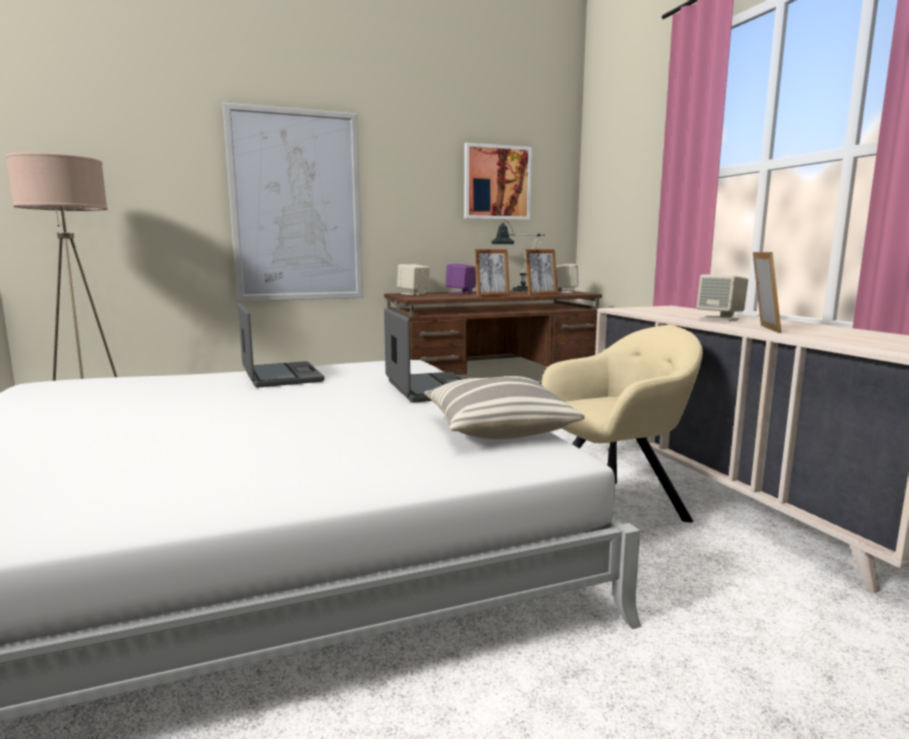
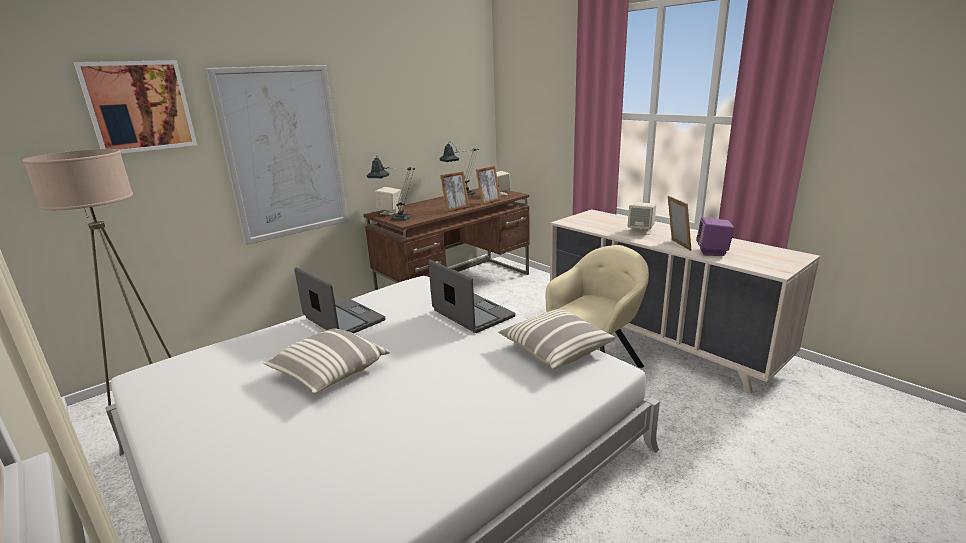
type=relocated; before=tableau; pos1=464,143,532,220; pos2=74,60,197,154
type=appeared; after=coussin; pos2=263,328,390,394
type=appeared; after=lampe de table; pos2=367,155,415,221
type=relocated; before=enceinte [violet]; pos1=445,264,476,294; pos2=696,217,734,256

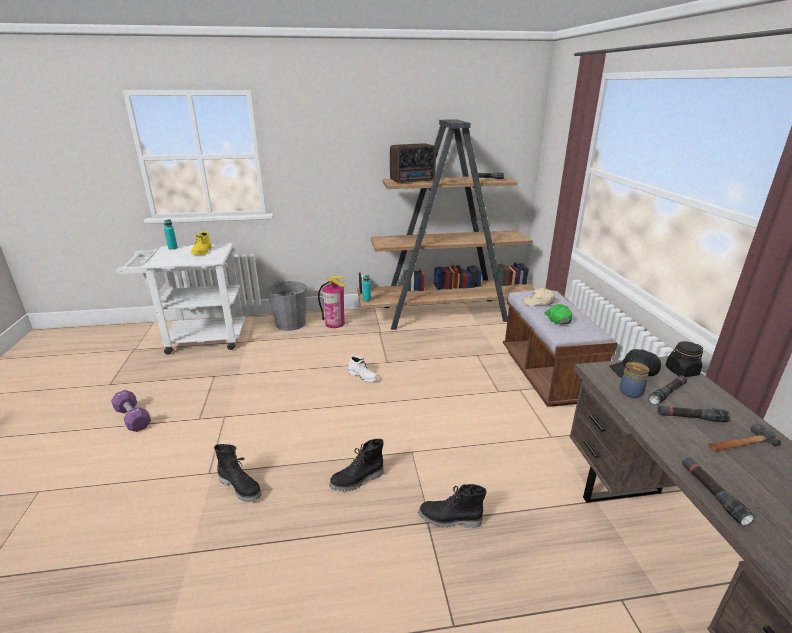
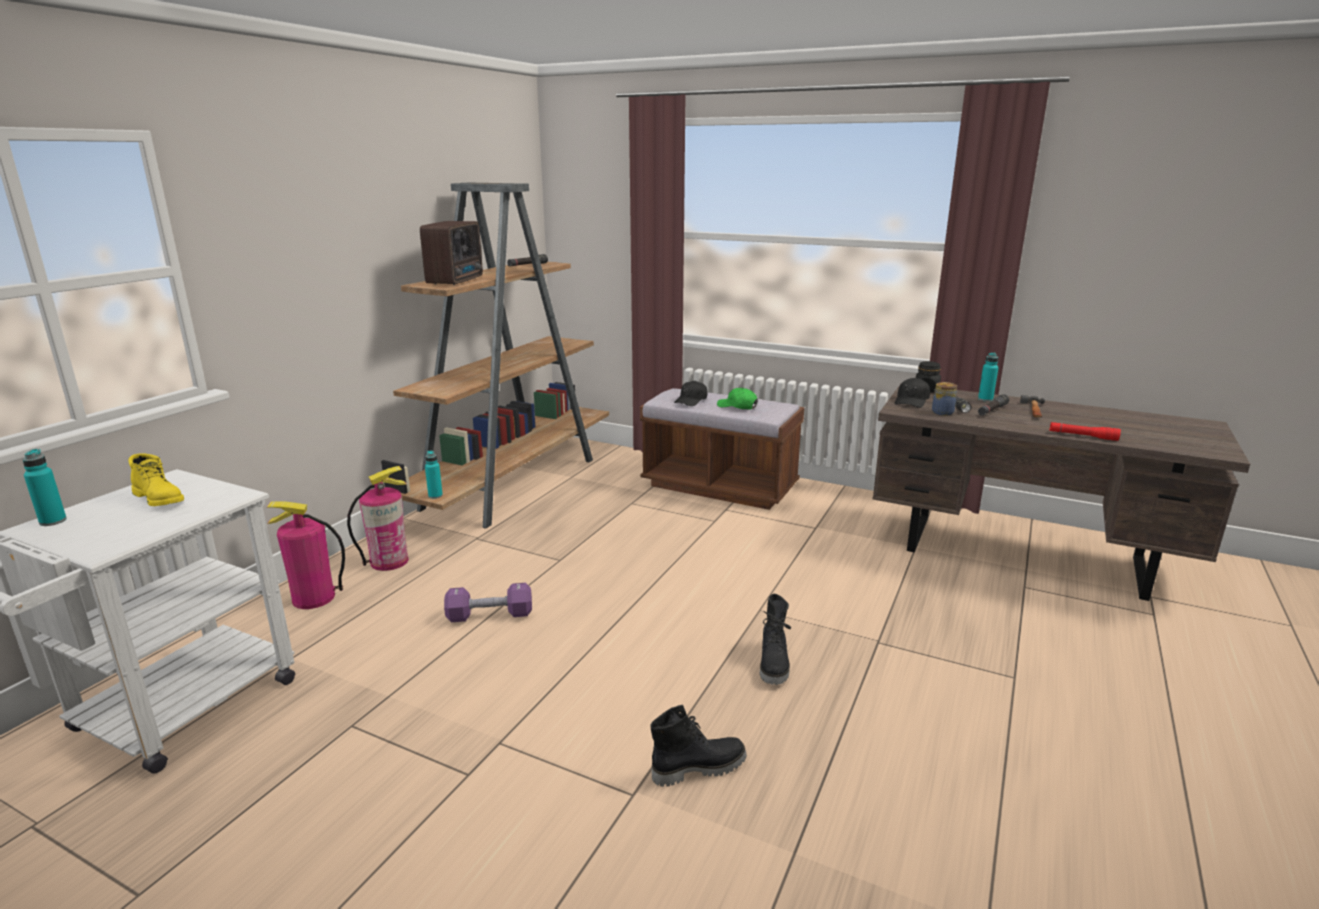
type=exchanged; before=seau [gris]; after=extincteur; pos1=267,281,307,331; pos2=267,501,345,609
type=relocated; before=haltère [violet]; pos1=111,390,151,432; pos2=444,583,532,622
type=colour; before=casquette [beige]; after=casquette [noir]; pos1=522,288,555,306; pos2=674,381,707,406
type=appeared; after=bouteille [turquoise]; pos2=978,352,999,402
type=colour; before=lampe de poche [noir]; after=lampe de poche [rouge]; pos1=682,457,755,526; pos2=1049,422,1121,441
type=missing; before=botte [blanc]; pos1=348,356,378,382
type=missing; before=botte [noir]; pos1=418,484,486,528

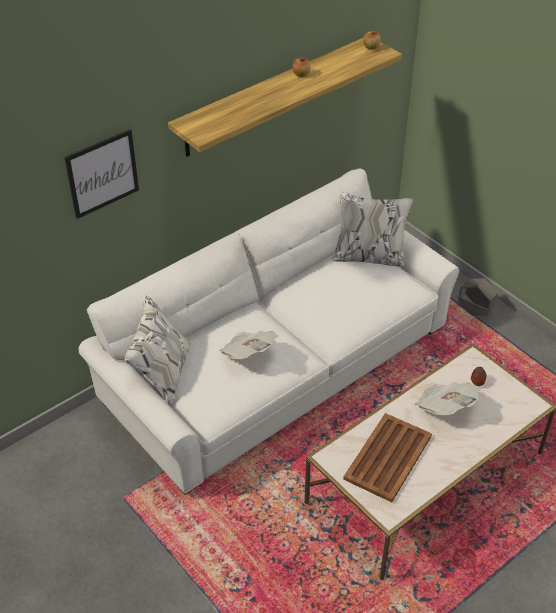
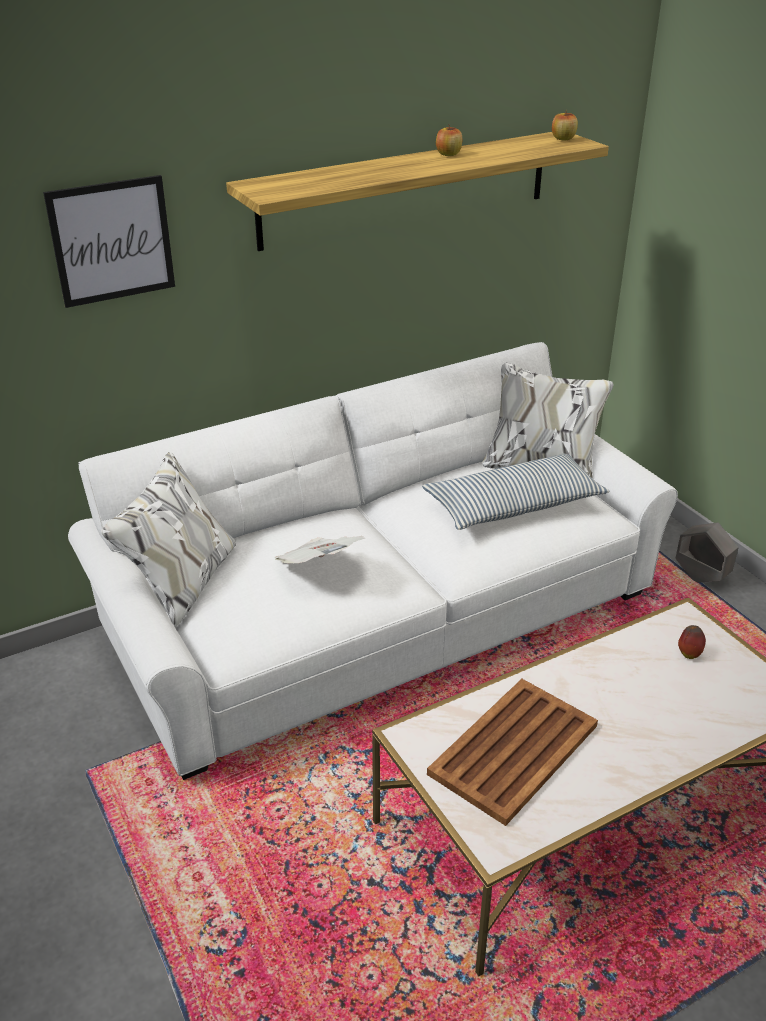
type=appeared; after=coussin; pos2=422,454,609,530
type=missing; before=journal; pos1=415,382,481,415

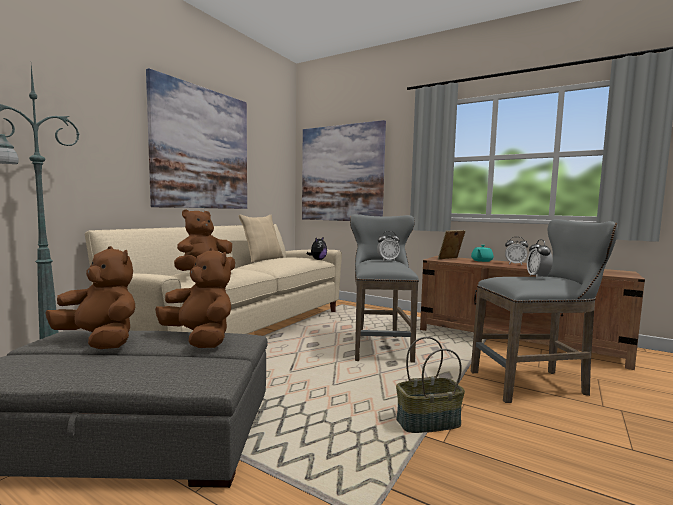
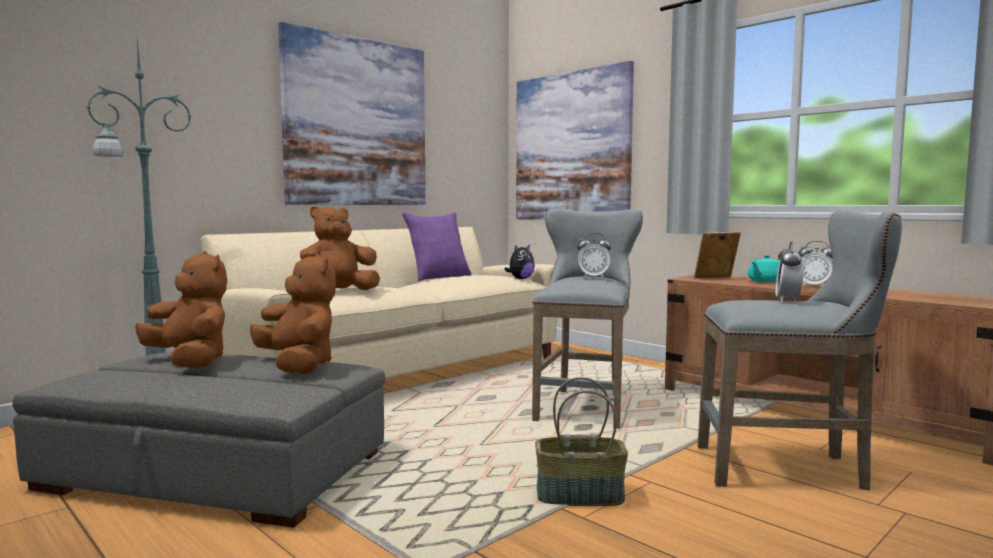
type=colour; before=coussin [beige]; after=coussin [violet]; pos1=238,214,284,263; pos2=402,212,472,281

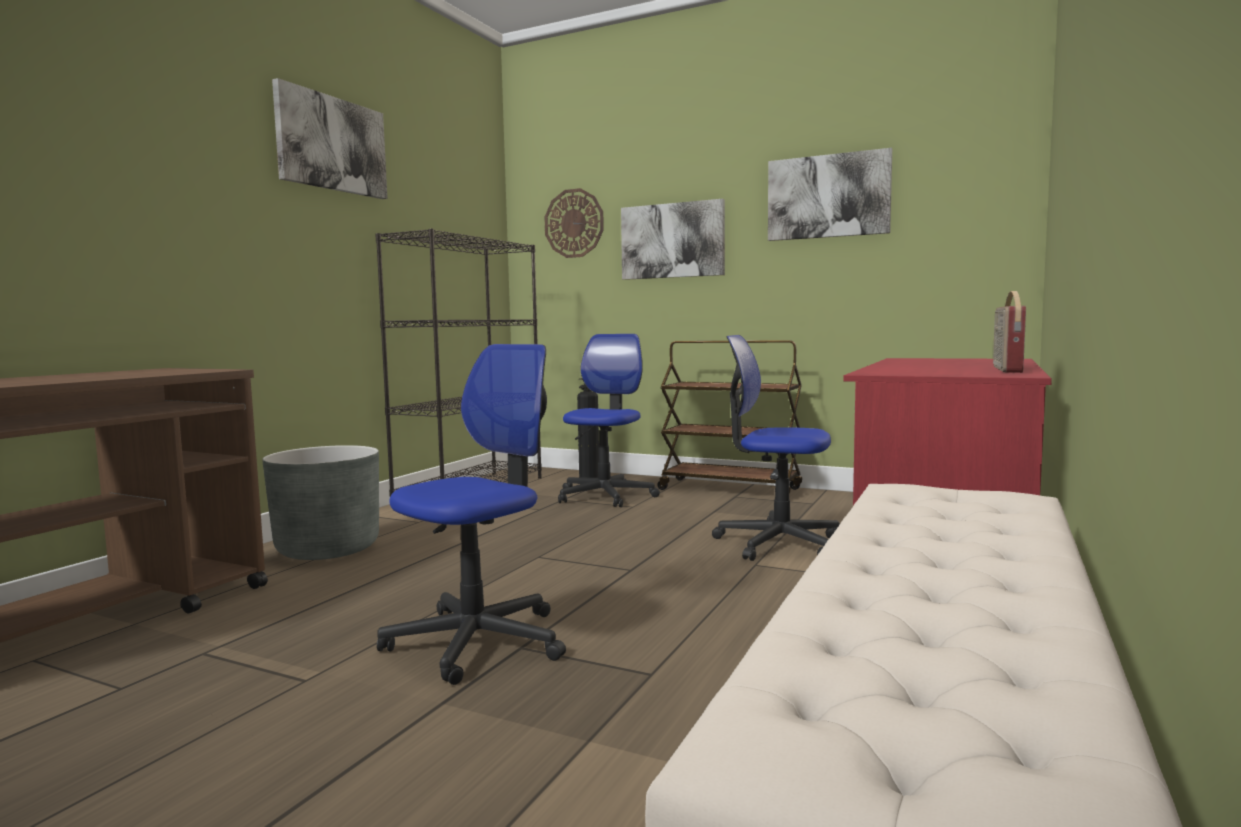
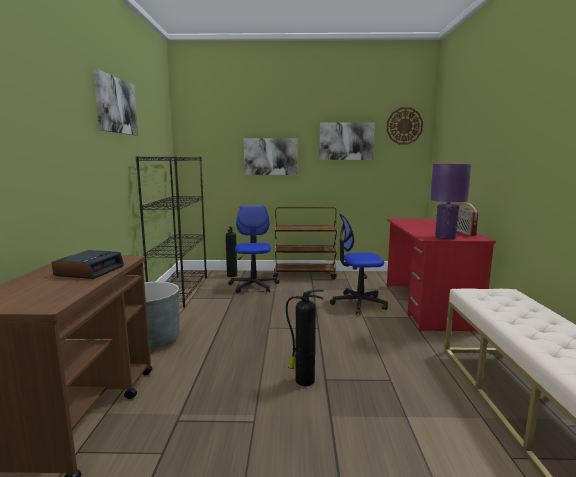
type=appeared; after=réveil; pos2=52,250,124,279
type=exchanged; before=chaise de bureau; after=extincteur; pos1=377,344,566,685; pos2=286,289,324,386
type=relocated; before=horloge murale; pos1=544,188,604,258; pos2=387,107,423,145
type=appeared; after=lampe de table [violet]; pos2=430,164,471,239

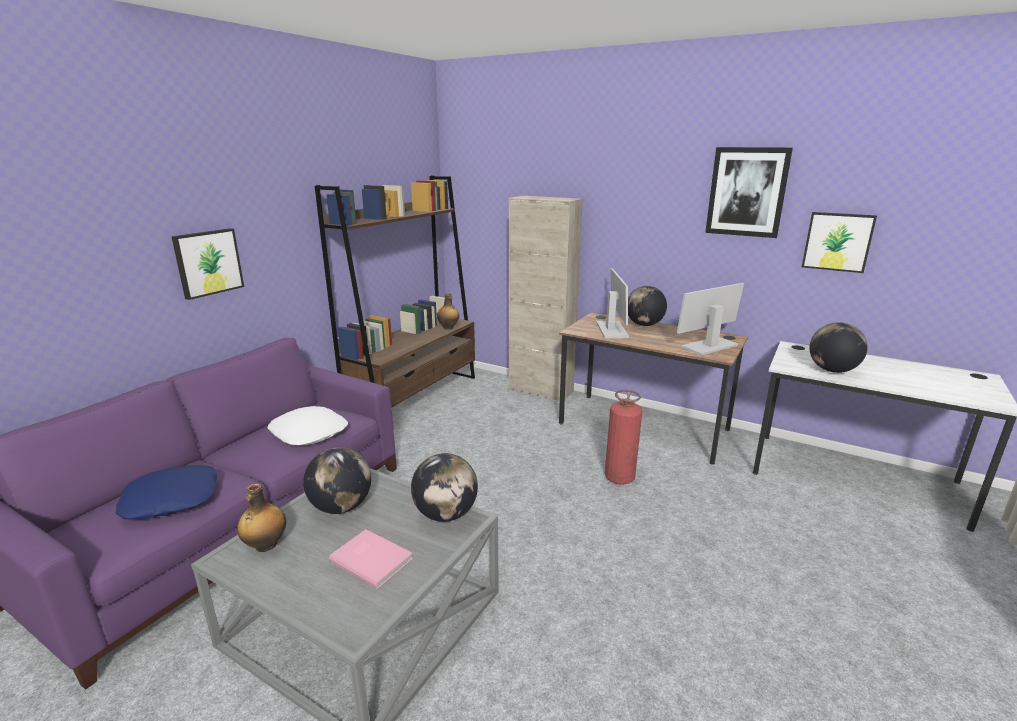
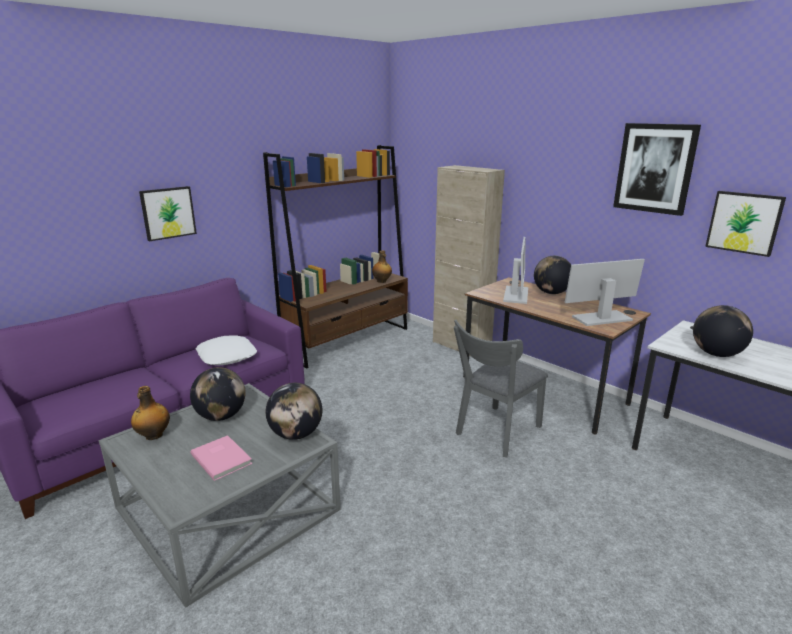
type=exchanged; before=extincteur; after=chaise [gris]; pos1=605,390,642,484; pos2=454,320,548,457
type=missing; before=coussin [bleu]; pos1=116,465,217,519

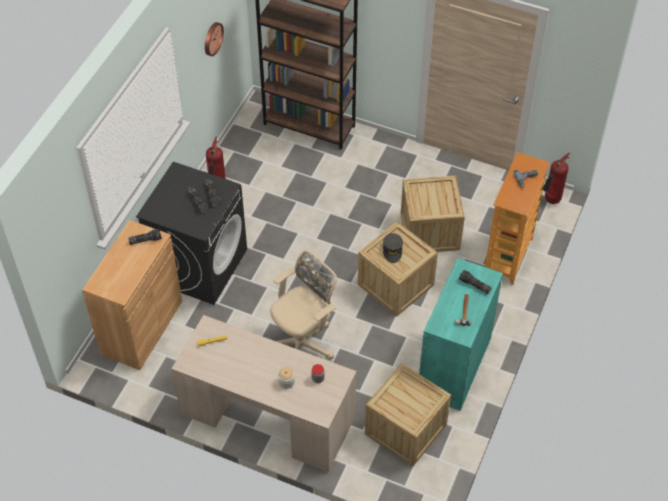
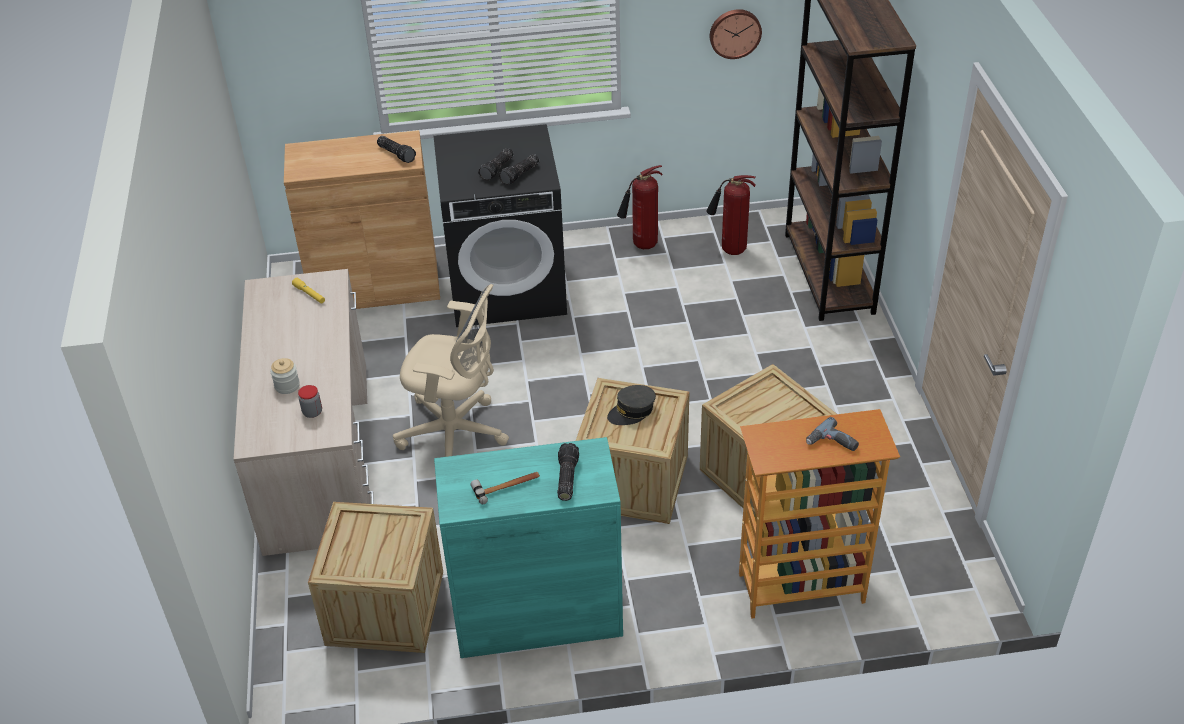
type=relocated; before=extincteur; pos1=543,153,570,204; pos2=707,175,756,255

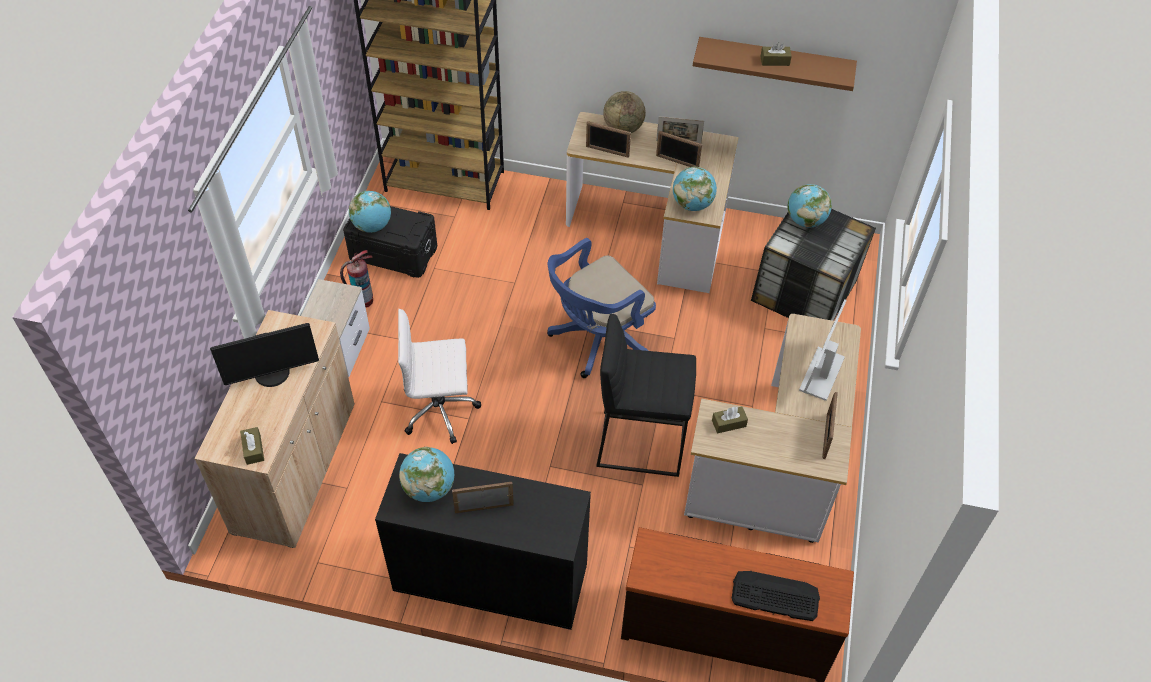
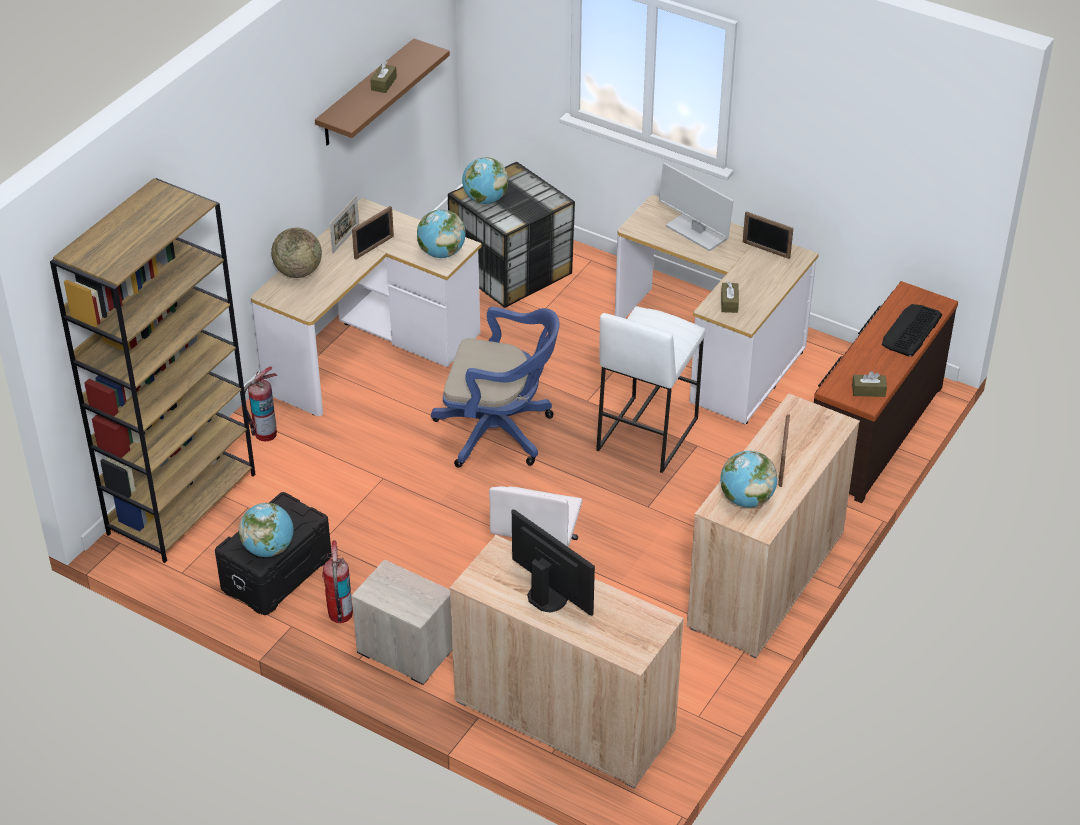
type=appeared; after=extincteur; pos2=244,367,277,441
type=spun; before=chaise de bureau [bleu]; pos1=547,238,656,378; pos2=431,307,559,468; turn=-60
type=spun; before=écran d'ordinateur; pos1=210,323,319,387; pos2=512,509,595,616; turn=-45
type=colour; before=tabouret [noir]; after=tabouret [blanc]; pos1=596,314,696,477; pos2=596,306,705,473
type=colour; before=meuble de rangement [noir]; after=meuble de rangement [beige]; pos1=375,453,591,630; pos2=687,393,860,658
type=relocated; before=boîte à mouchoirs [marron]; pos1=240,427,264,465; pos2=852,371,887,397
type=missing; before=cadre photo; pos1=586,121,631,158

